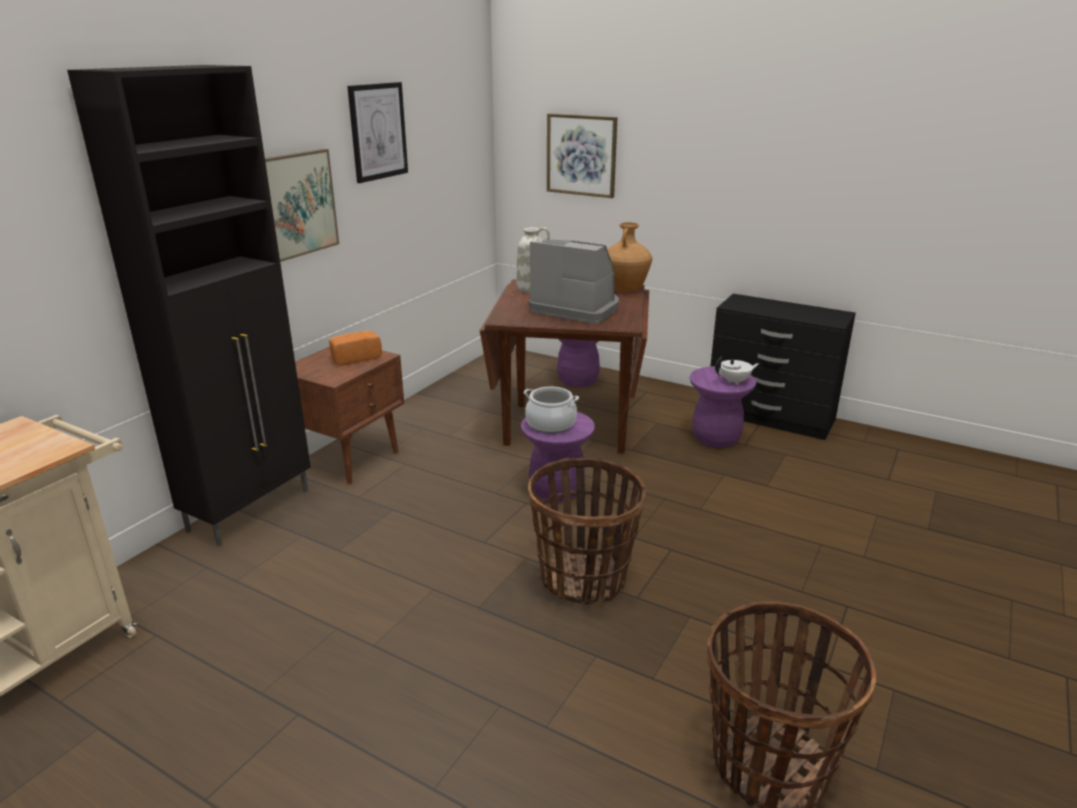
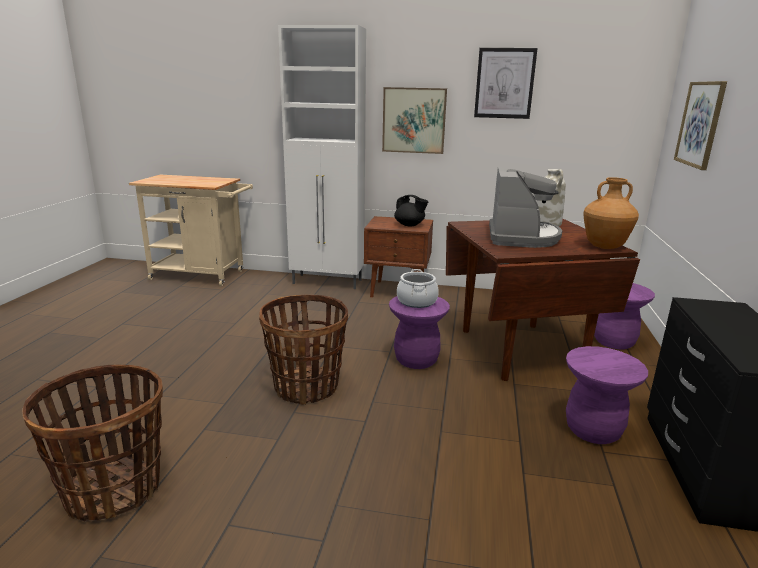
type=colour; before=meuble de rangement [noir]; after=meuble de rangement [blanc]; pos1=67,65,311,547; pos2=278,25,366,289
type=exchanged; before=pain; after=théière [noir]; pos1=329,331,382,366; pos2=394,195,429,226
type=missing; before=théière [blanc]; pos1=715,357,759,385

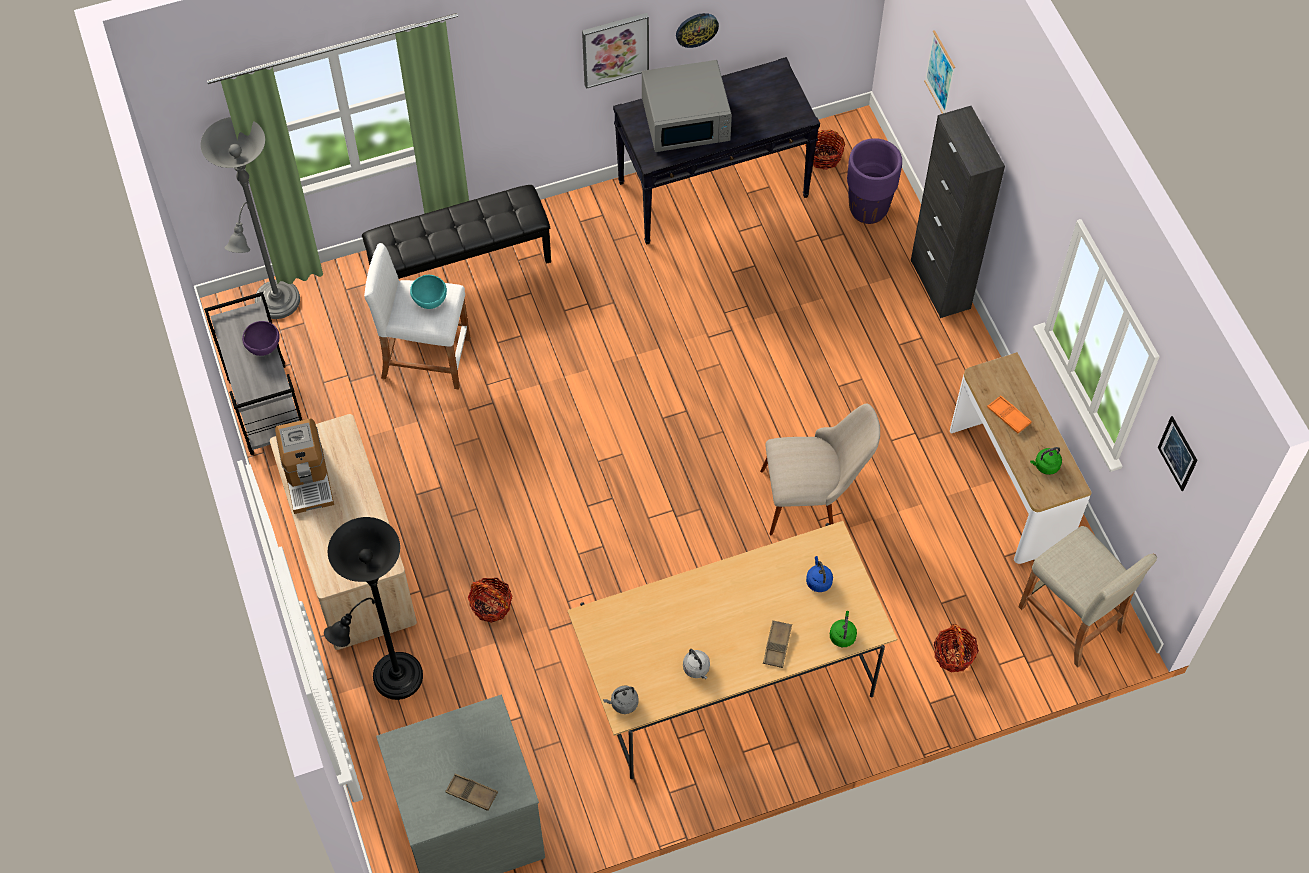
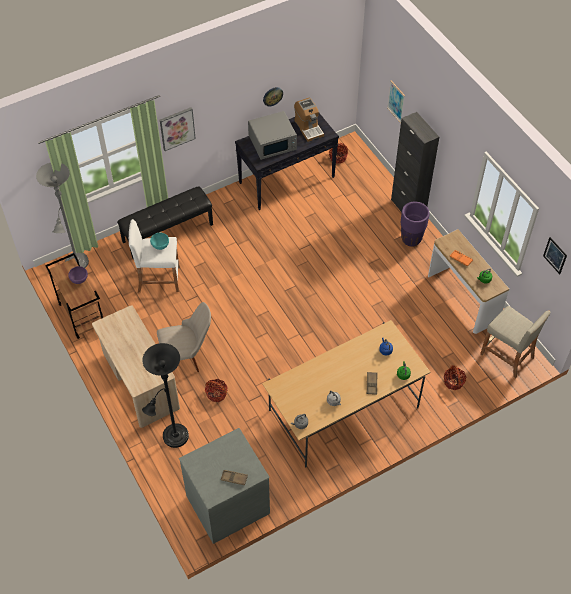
type=colour; before=chariot [gris]; after=chariot [marron]; pos1=204,292,302,455; pos2=45,253,103,339
type=relocated; before=chaise [beige]; pos1=760,403,880,535; pos2=157,302,211,372
type=relocated; before=tableau; pos1=582,13,649,89; pos2=160,108,196,151
type=relocated; before=machine à café; pos1=275,418,334,514; pos2=294,97,324,142
type=relocated; before=cache-pot [violet]; pos1=847,138,902,224; pos2=401,201,430,247

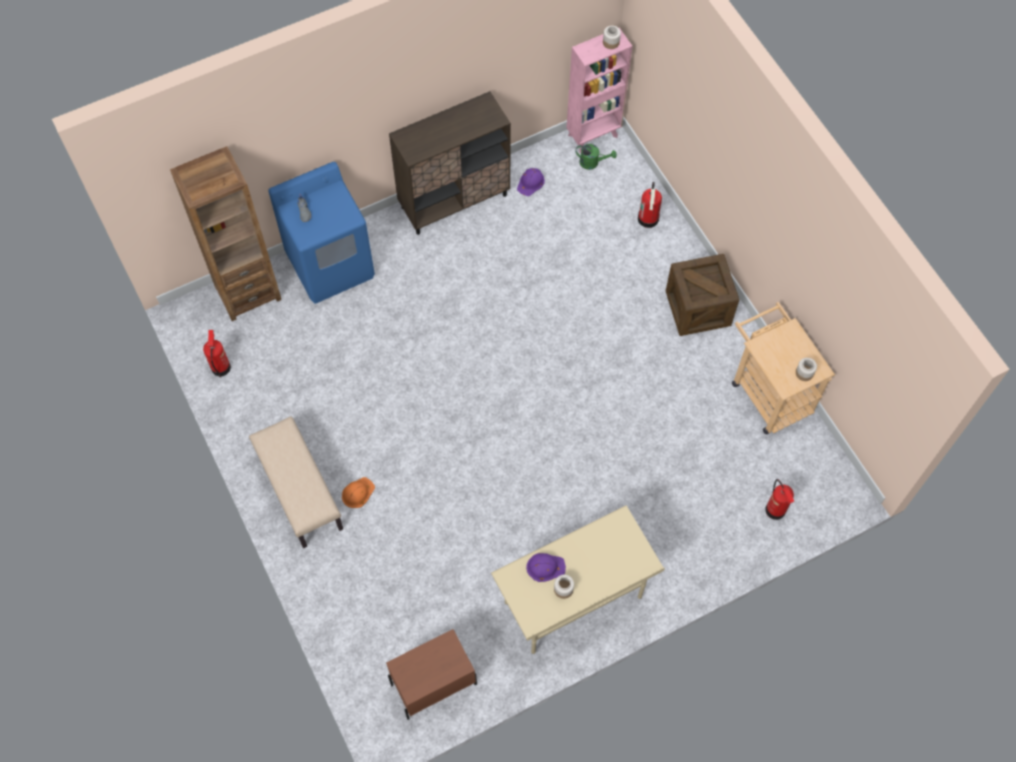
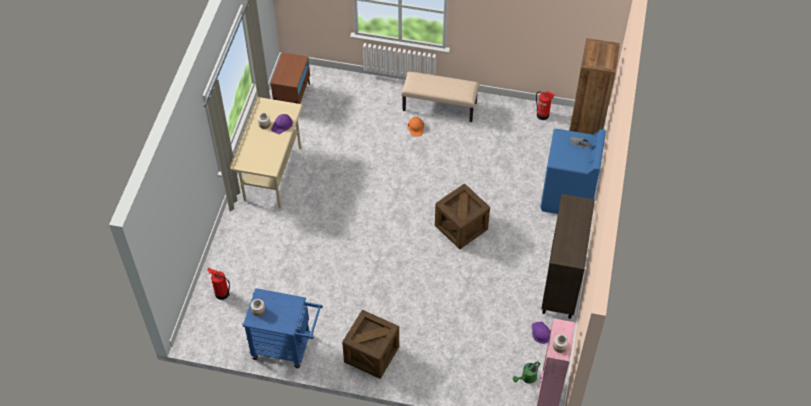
type=colour; before=chariot [beige]; after=chariot [bleu]; pos1=732,302,835,434; pos2=242,288,323,368
type=appeared; after=caisse; pos2=435,184,490,249
type=missing; before=extincteur; pos1=638,182,662,228

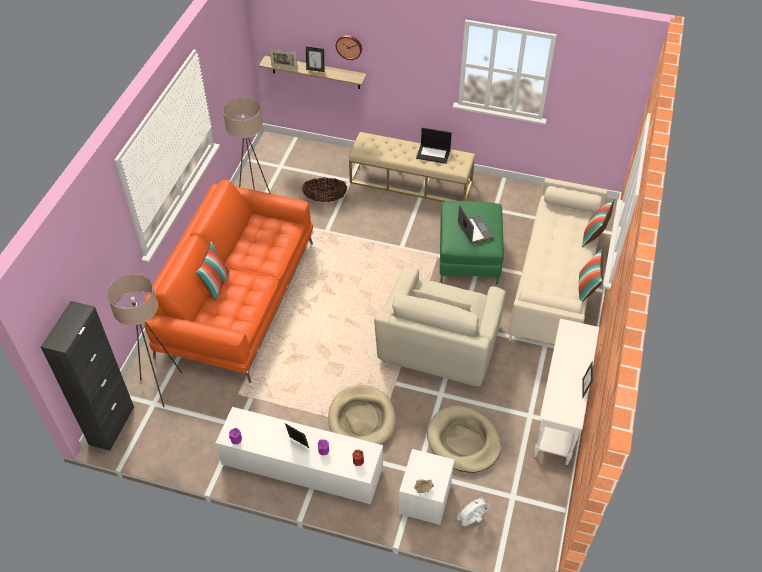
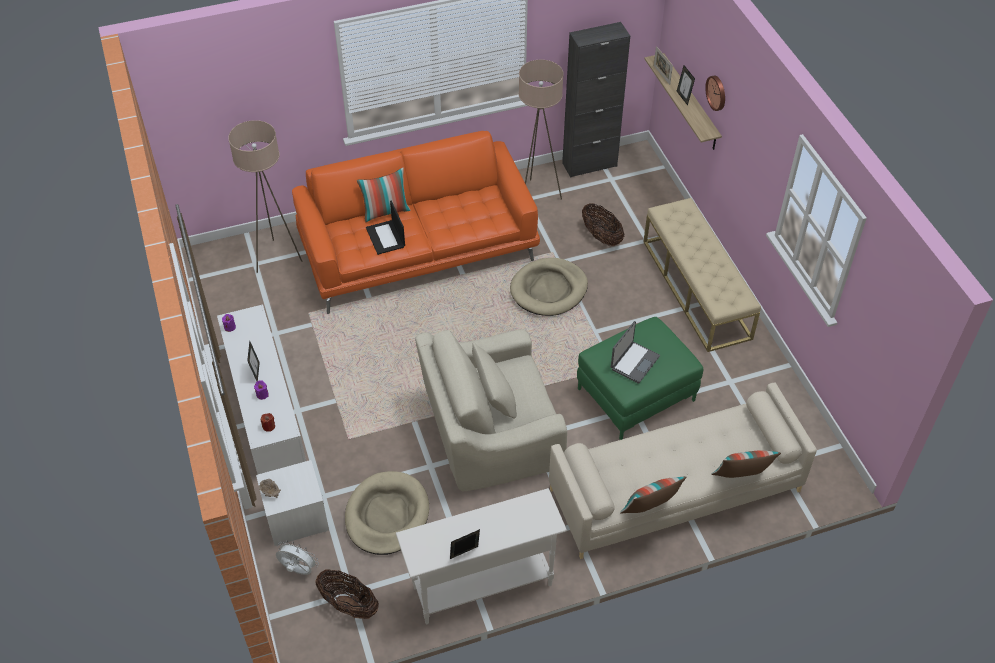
type=appeared; after=panier; pos2=315,569,379,619
type=relocated; before=ordinateur portable; pos1=416,128,452,164; pos2=366,200,405,255
type=relocated; before=panier pour chien [beige]; pos1=328,385,396,445; pos2=510,258,588,316
type=relocated; before=meuble de rangement [noir]; pos1=41,301,134,451; pos2=562,22,630,178

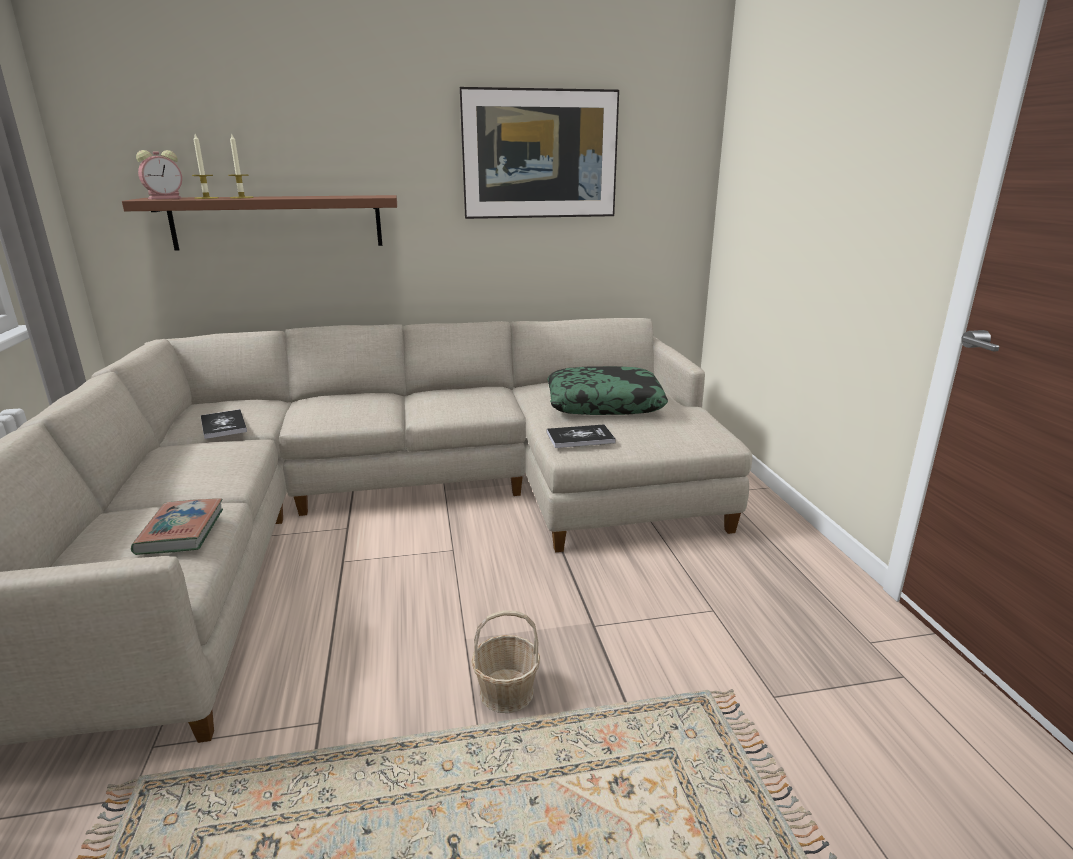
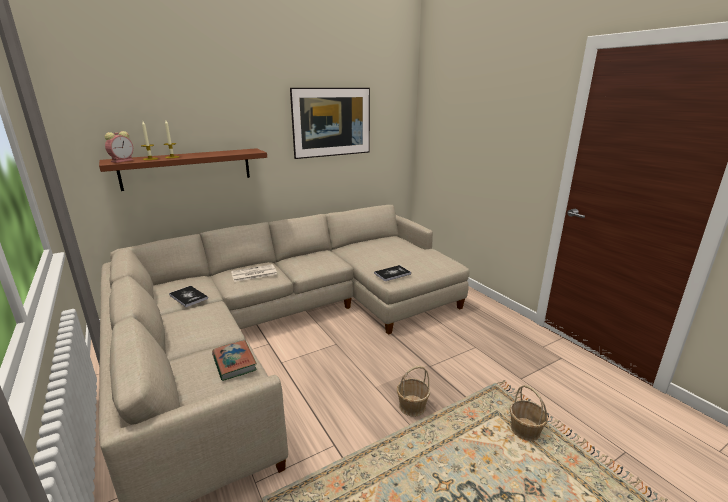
type=appeared; after=journal; pos2=231,264,277,282
type=appeared; after=panier; pos2=510,385,548,441
type=missing; before=coussin; pos1=548,366,668,415

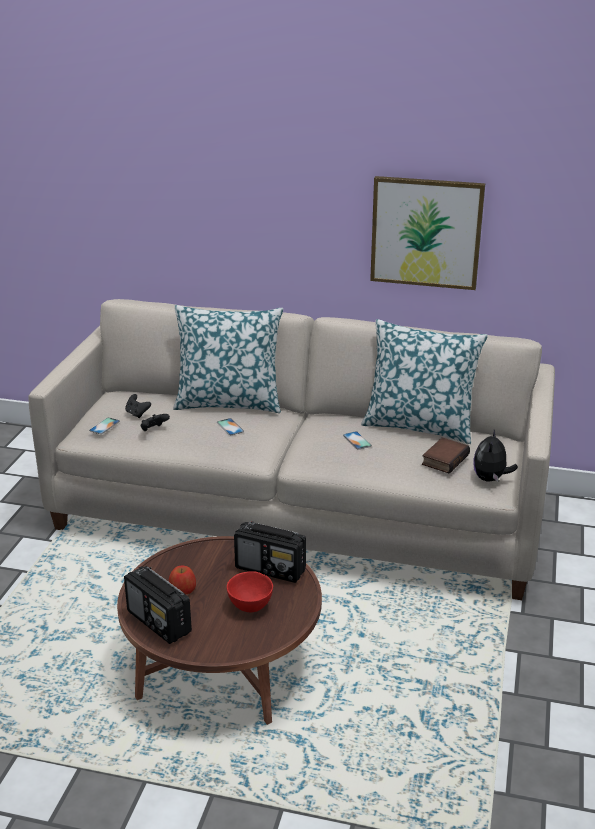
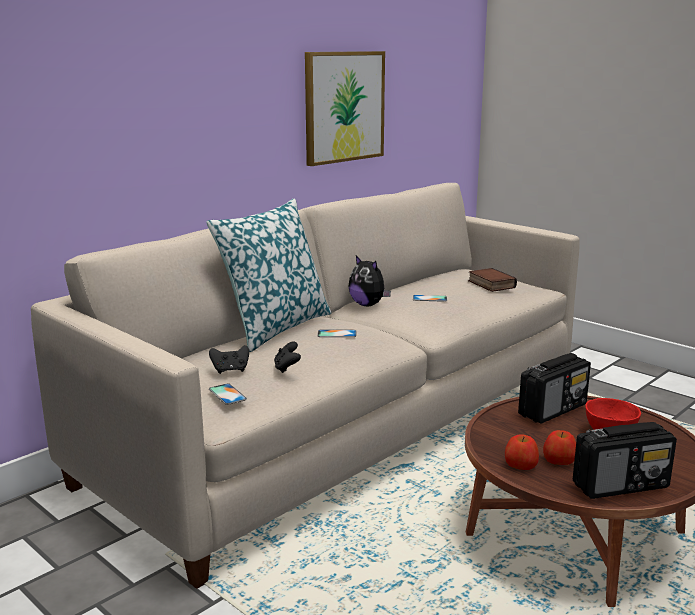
type=relocated; before=peluche; pos1=473,430,518,482; pos2=348,256,391,306
type=appeared; after=pomme; pos2=505,434,539,470
type=missing; before=coussin; pos1=361,319,488,444

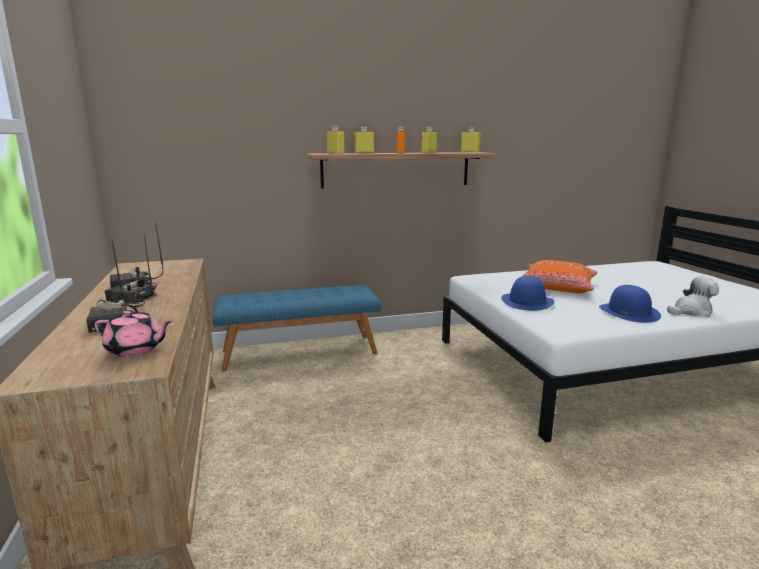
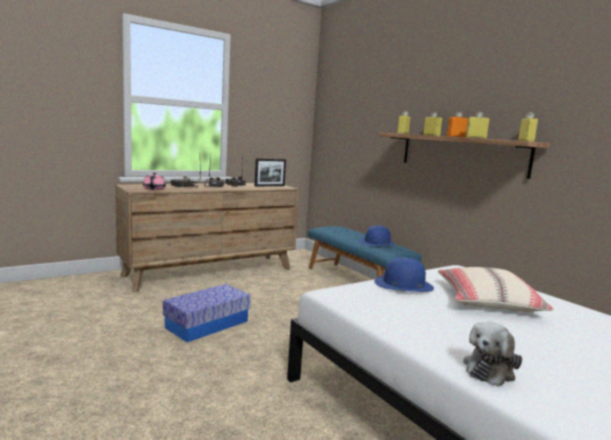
type=appeared; after=boîte de rangement; pos2=163,284,251,342
type=appeared; after=cadre photo; pos2=255,159,286,187
type=relocated; before=chapeau [bleu]; pos1=599,285,661,323; pos2=359,226,396,246
type=colour; before=coussin [orange]; after=coussin [beige]; pos1=516,260,597,294; pos2=438,267,553,312
type=spun; before=peluche; pos1=667,277,719,317; pos2=463,322,522,387; turn=75

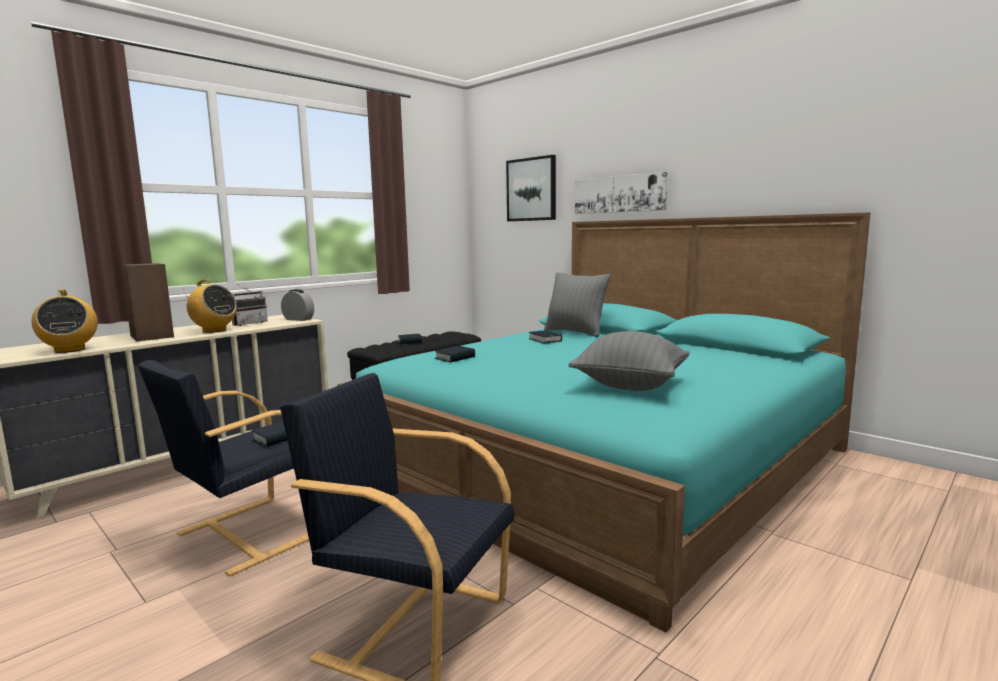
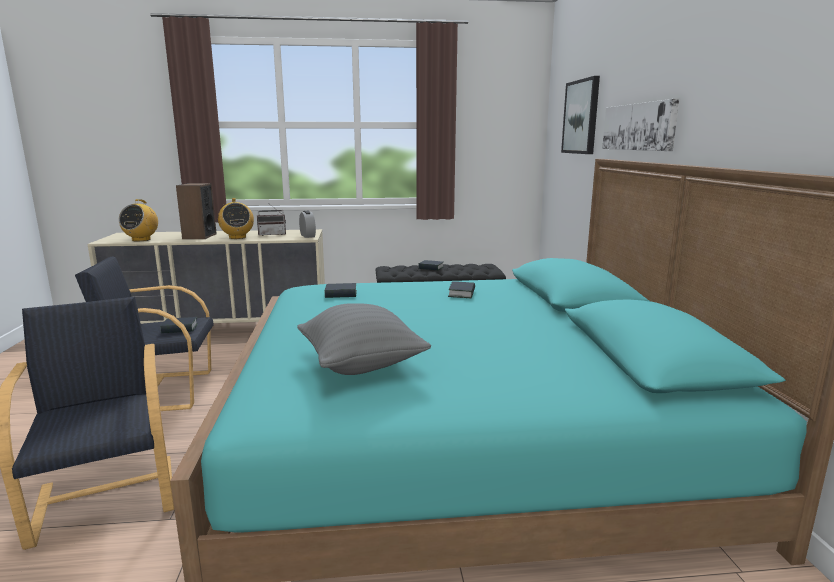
type=missing; before=coussin [gris]; pos1=544,272,610,337

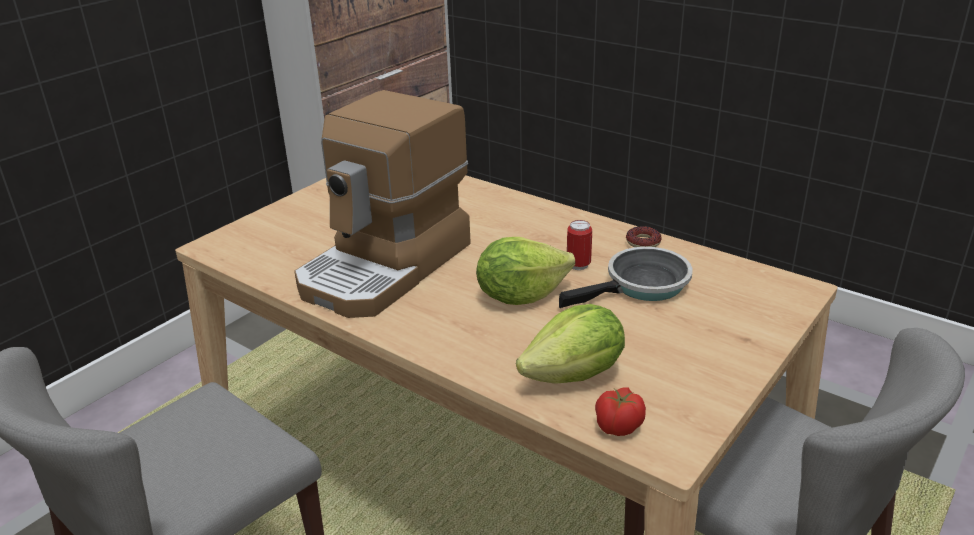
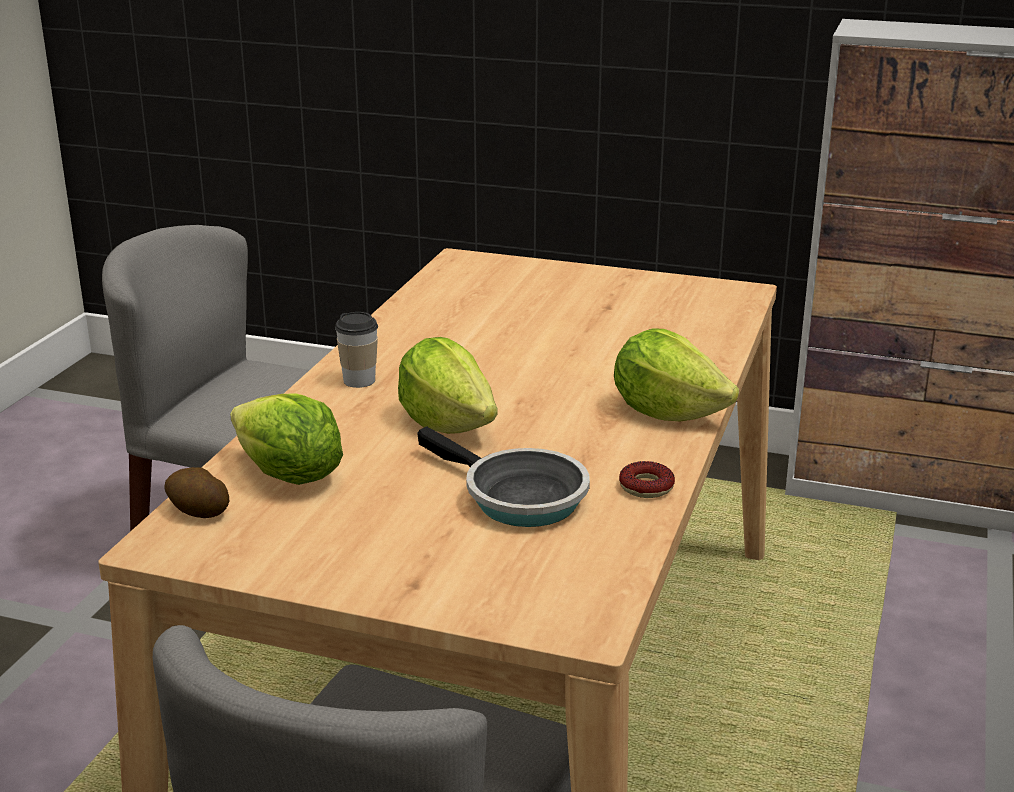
type=exchanged; before=tomate; after=pomme de terre; pos1=595,387,646,436; pos2=165,467,229,518
type=appeared; after=tasse; pos2=335,312,378,388
type=appeared; after=laitue; pos2=614,328,739,422
type=missing; before=machine à café; pos1=294,90,471,318
type=missing; before=boîte métallique; pos1=567,220,592,270

